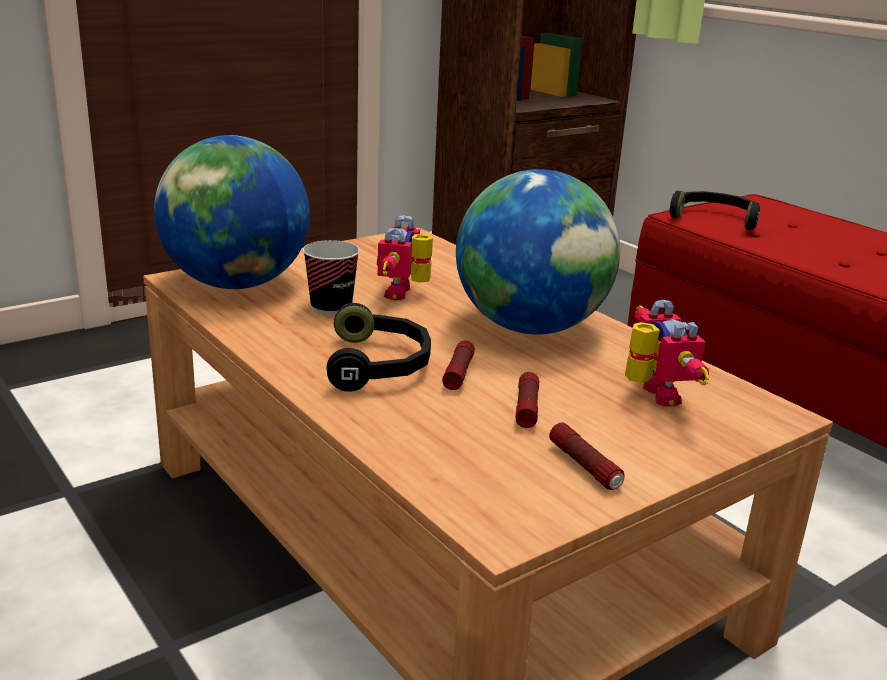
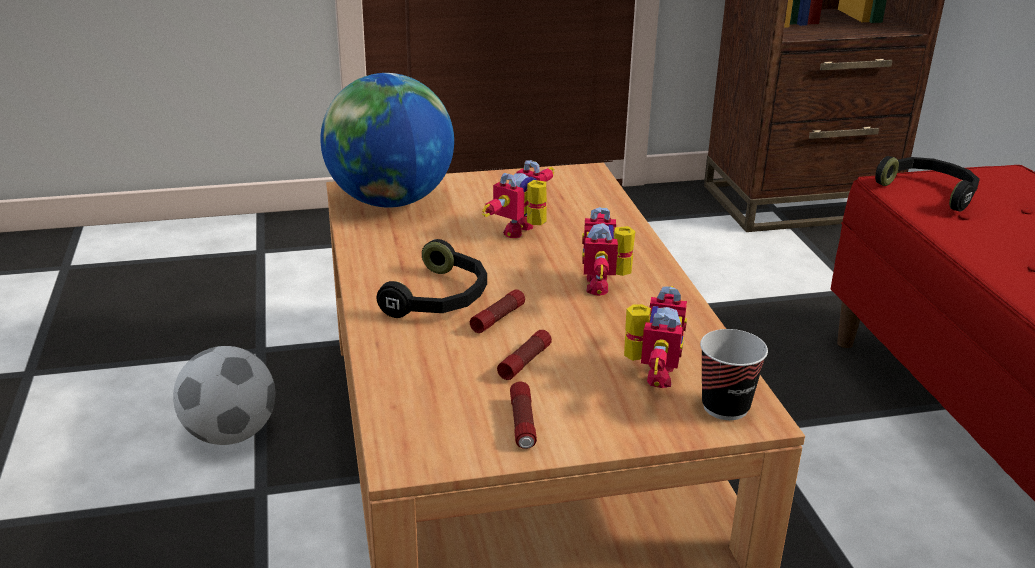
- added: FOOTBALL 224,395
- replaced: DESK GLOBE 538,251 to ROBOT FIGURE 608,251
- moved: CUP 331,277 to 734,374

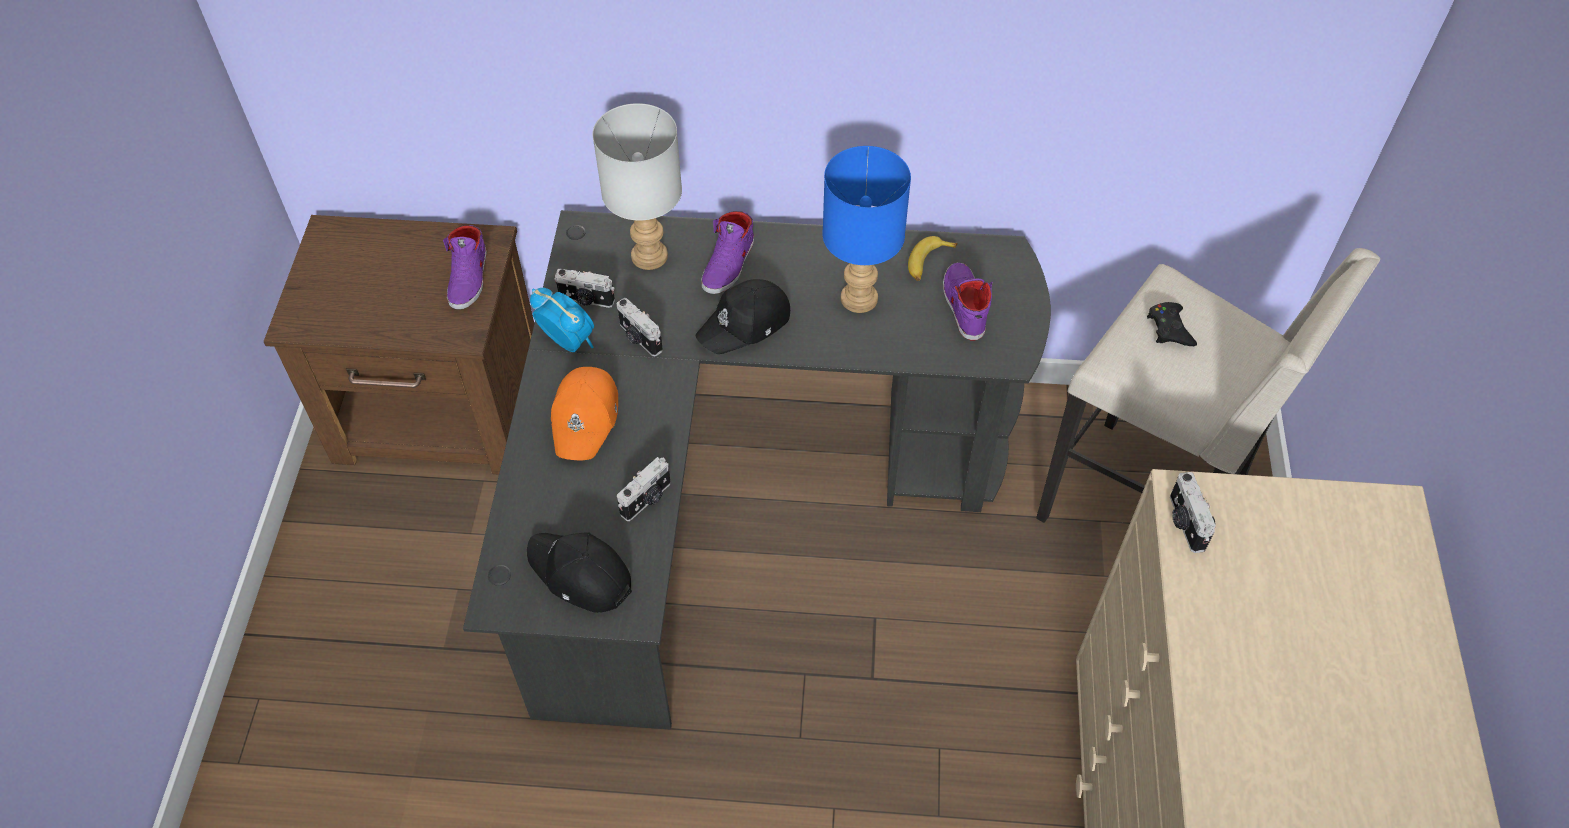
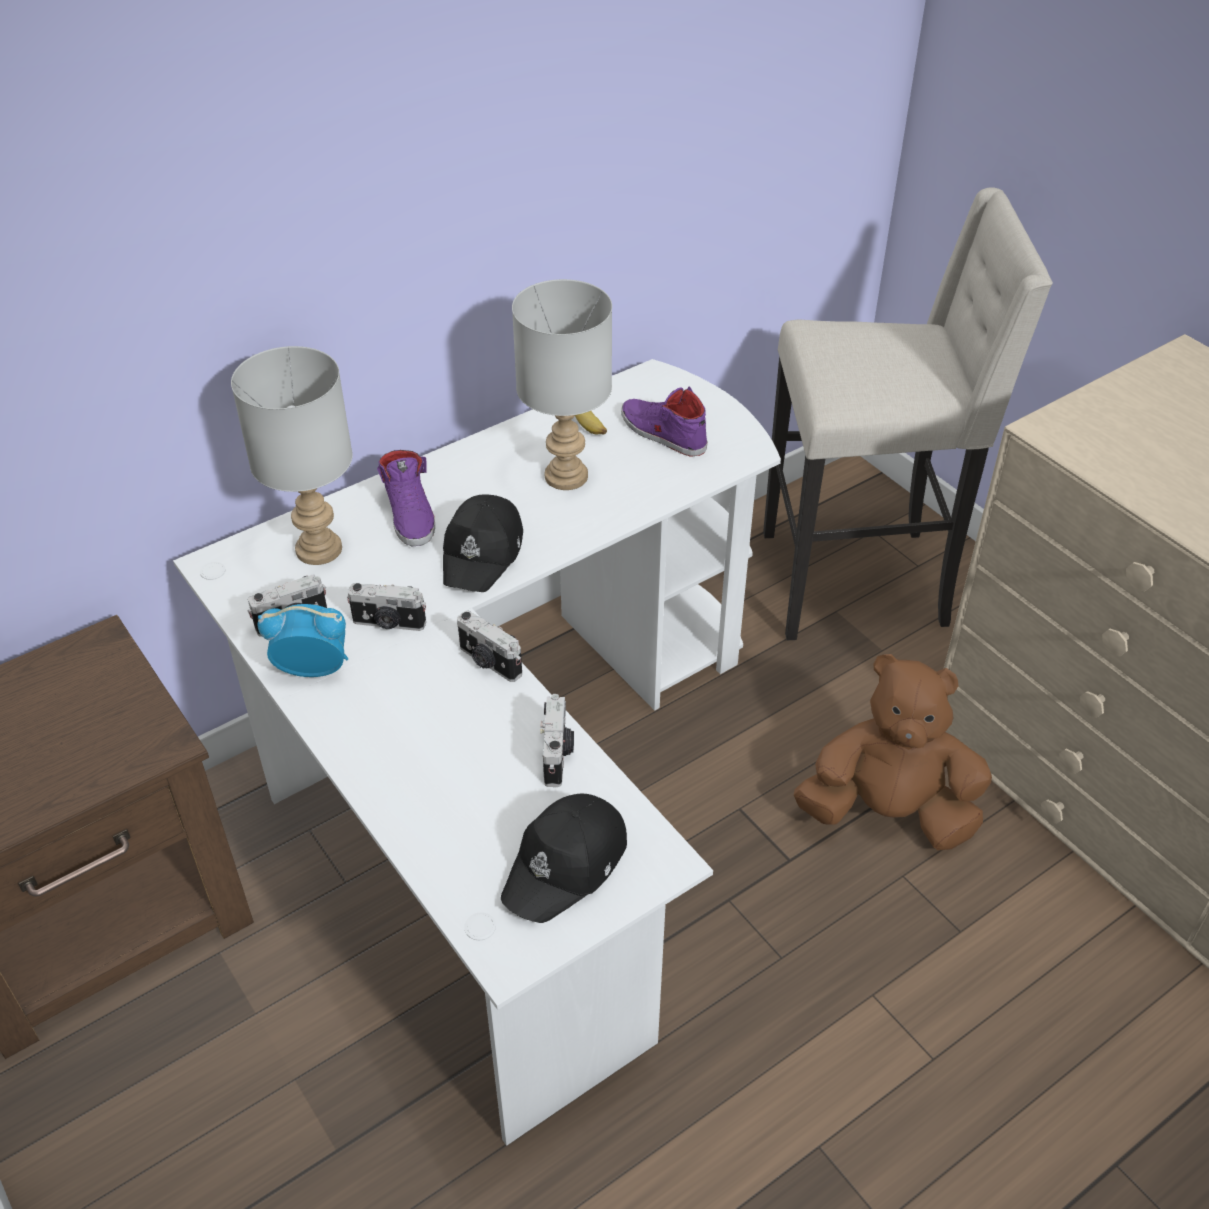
- recoloured: BLACK DESK 757,470 to WHITE DESK 477,752
- moved: STILL CAMERA 1193,512 to 489,646
- turned: BLACK PEAKED CAP 579,572 = 564,858 45 degrees counterclockwise
- recoloured: BLUISH TABLETOP LAMP 866,229 to GREY TABLETOP LAMP 562,384
- added: BROWN-COLOURED SOFT TOY 893,752
- removed: PURPLISH ITEM OF FOOTWEAR 465,267
- removed: ORANGE-COLOURED PEAKED CAP 584,414
- removed: BLACK GAME CONTROLLER 1172,324

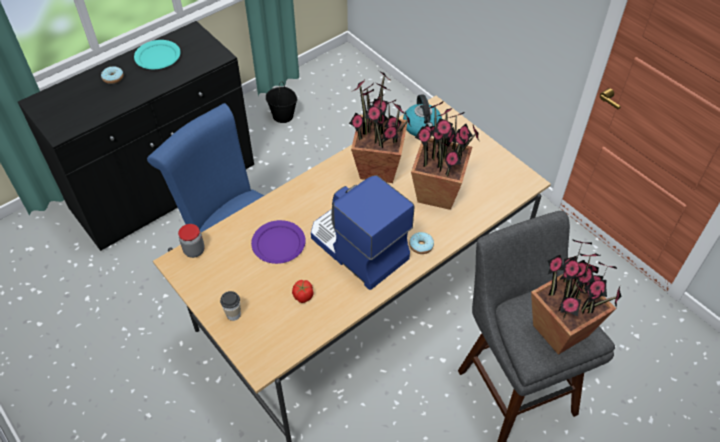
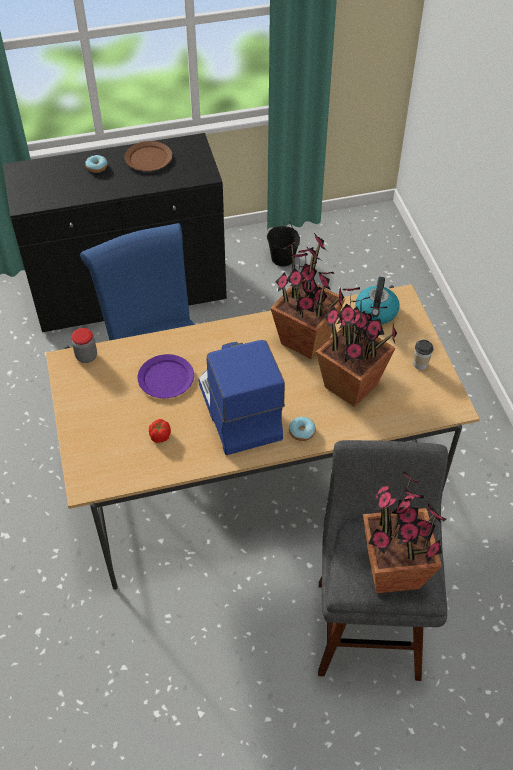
- recoloured: TURQUOISE DINNER PLATE 157,54 to BROWN-COLOURED DINNER PLATE 148,156
- moved: CUP 230,306 to 424,355

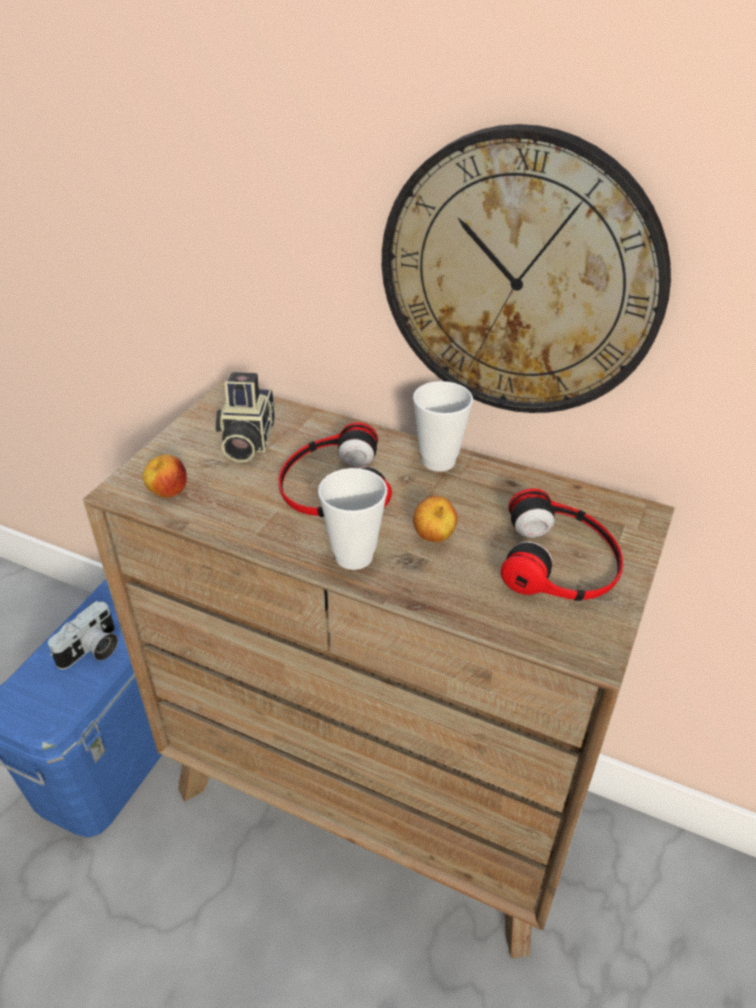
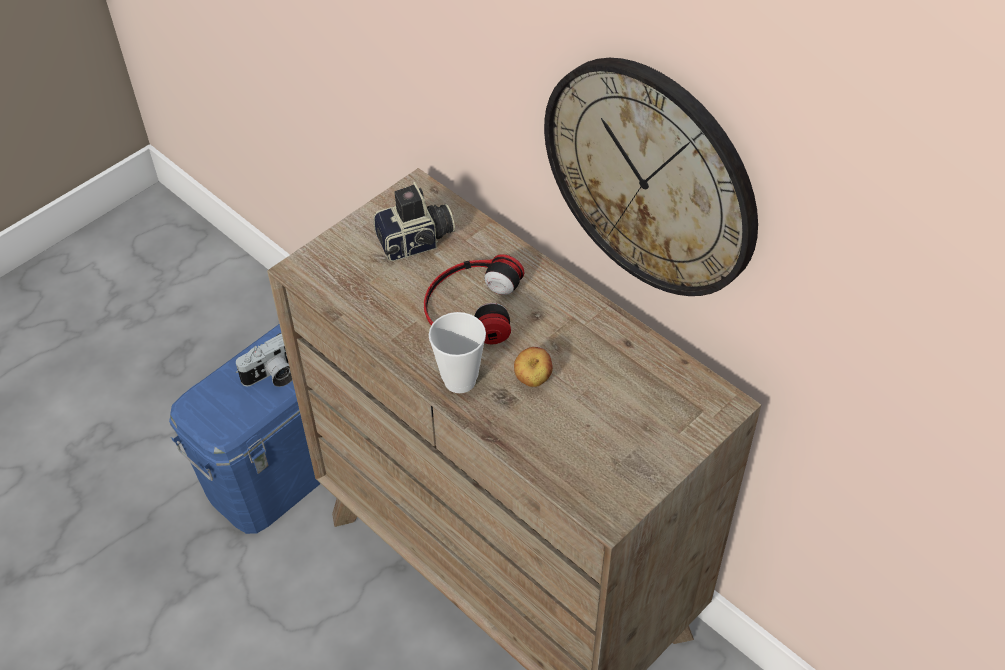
- turned: STILL CAMERA 245,417 = 414,221 135 degrees counterclockwise
- removed: APPLE 165,476
- removed: CUP 443,426
- removed: PAIR OF HEADPHONES 562,544

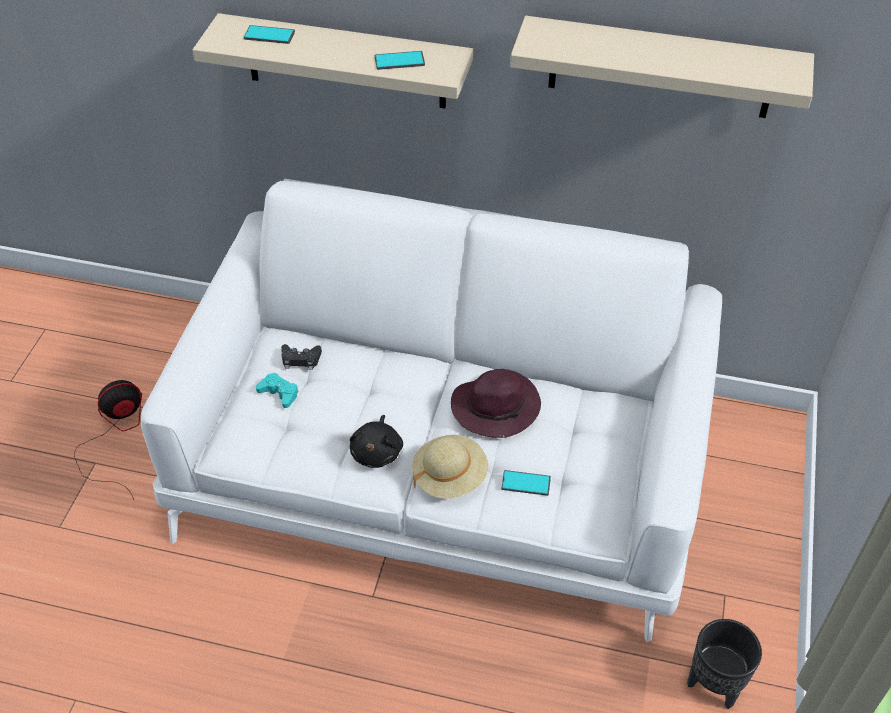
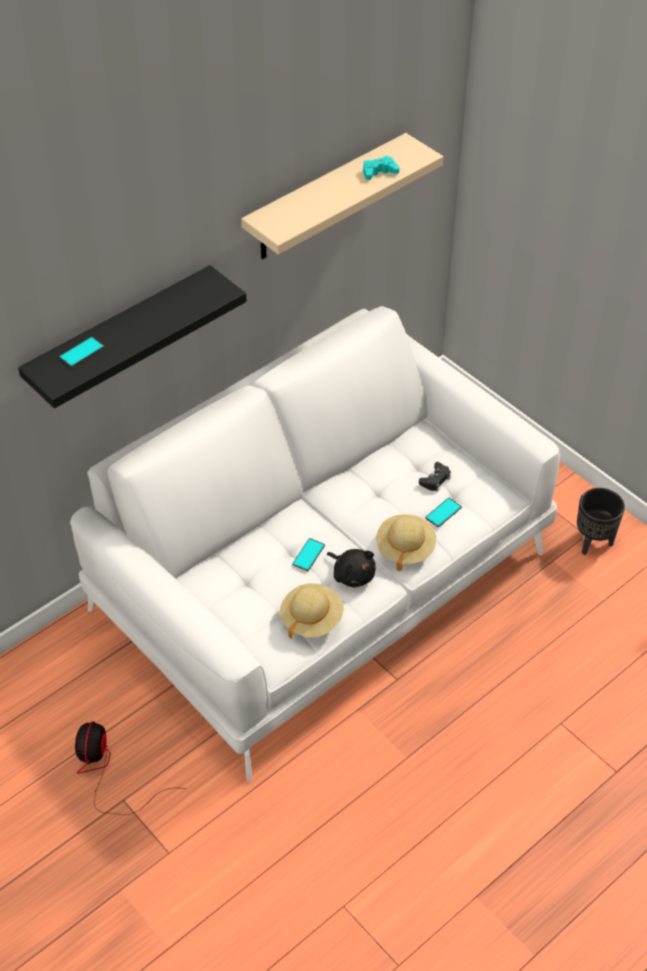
- recoloured: BEIGE WALL SHELF 333,60 to BLACK WALL SHELF 132,336
- added: BEIGE WEARABLE HAT 312,611
- moved: HANDSET 400,60 to 308,554
- moved: TURQUOISE GAME CONTROLLER 277,390 to 381,168
- moved: BLACK GAME CONTROLLER 301,357 to 435,477
- removed: PURPLISH WEARABLE HAT 496,403

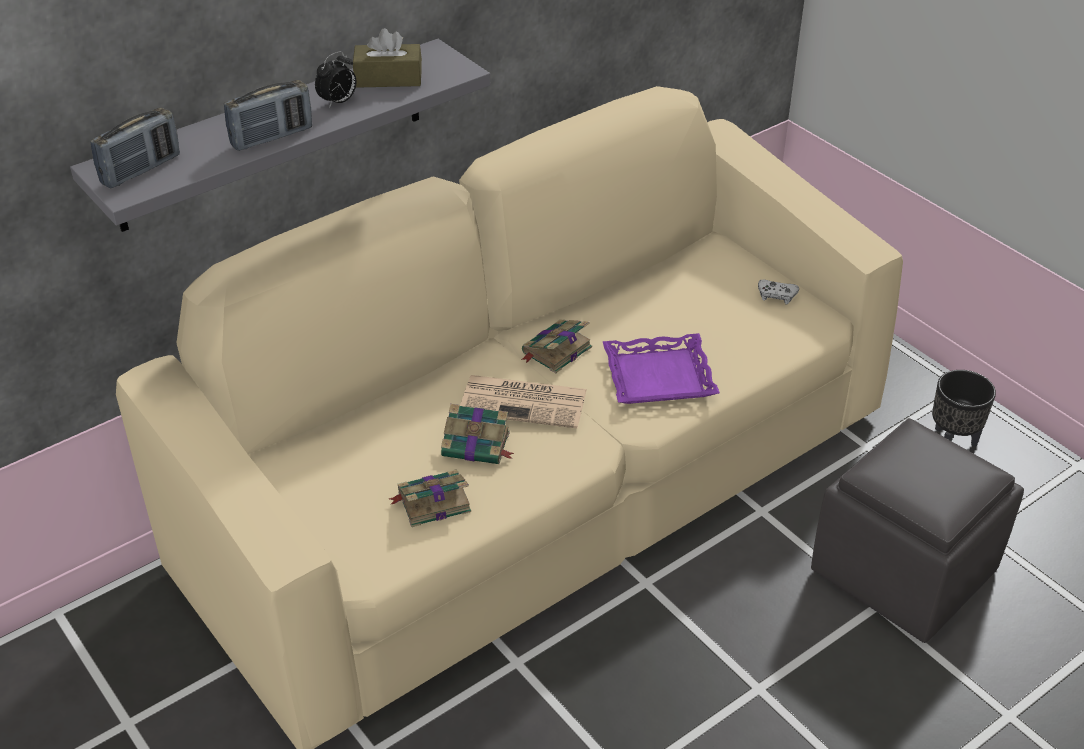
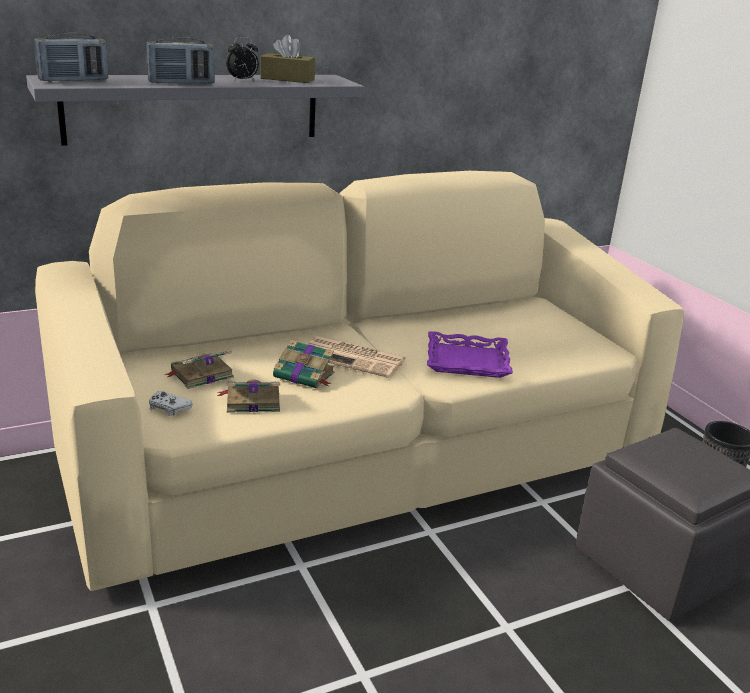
- moved: WHITE GAME CONTROLLER 778,292 to 171,403
- moved: VOLUME 556,346 to 199,370

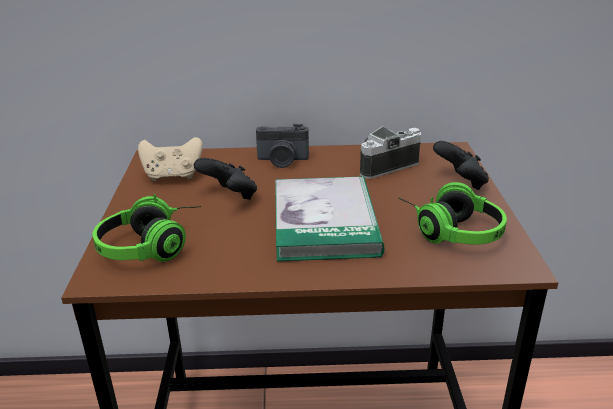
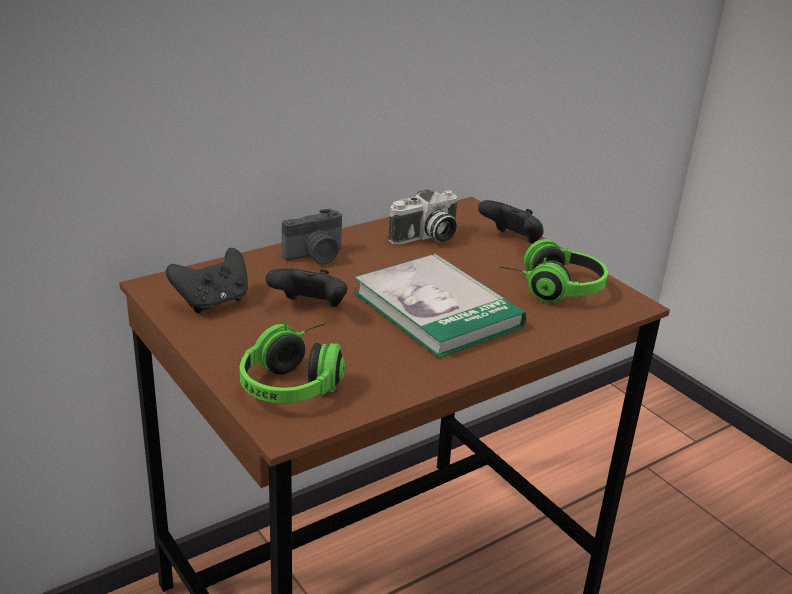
- recoloured: BEIGE GAME CONTROLLER 170,159 to BLACK GAME CONTROLLER 207,280
- turned: STILL CAMERA 390,152 = 422,217 150 degrees counterclockwise

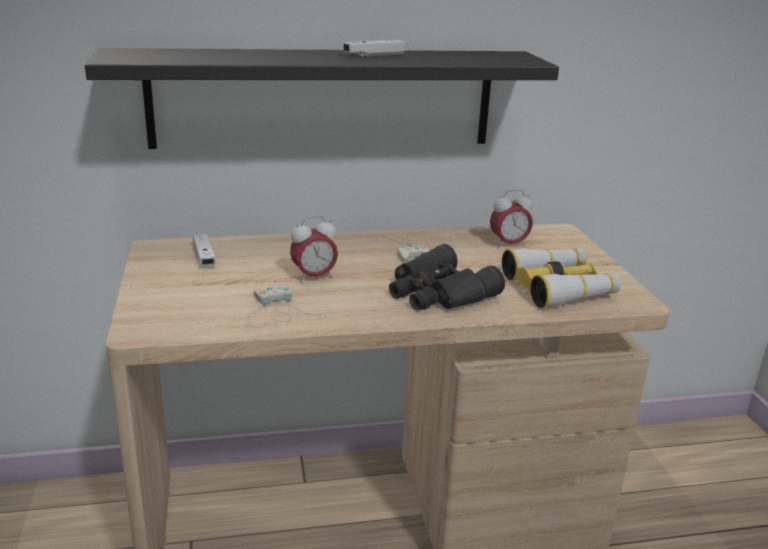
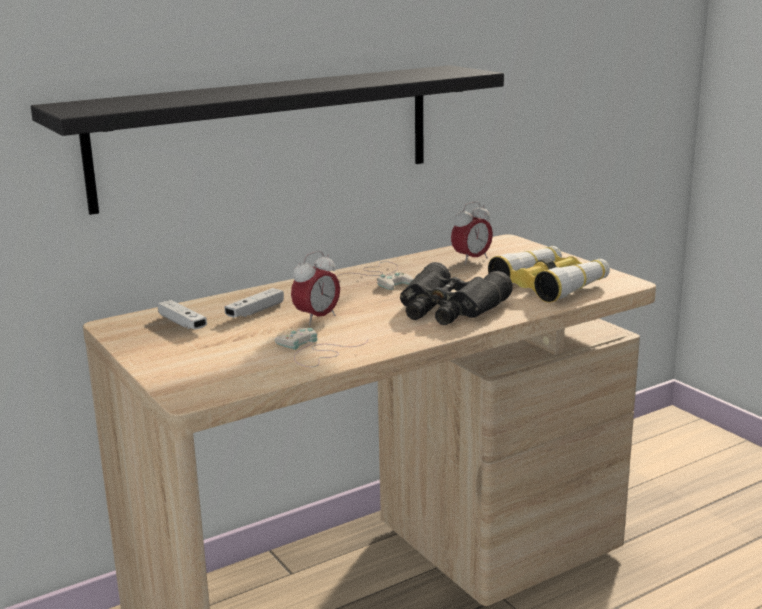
- moved: WHITE GAME CONTROLLER 374,48 to 254,303

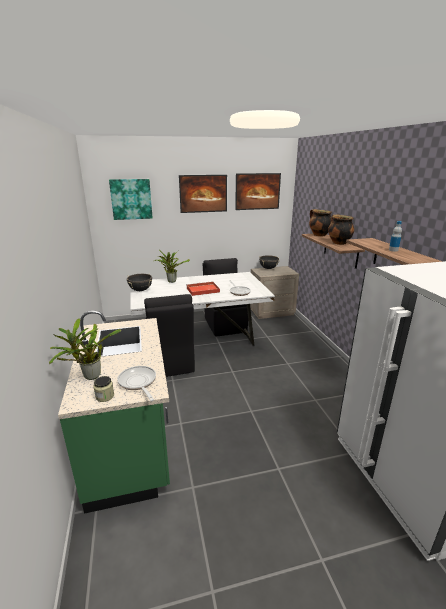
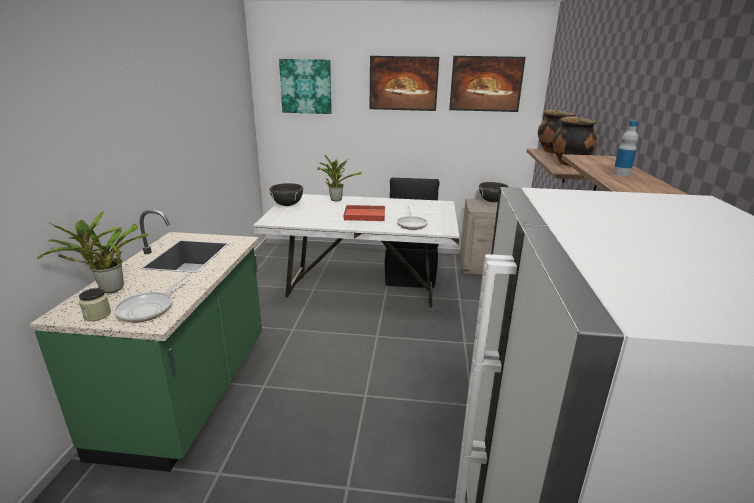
- turned: SKILLET 136,383 = 152,297 150 degrees counterclockwise
- removed: BLACK CHAIR 169,335

